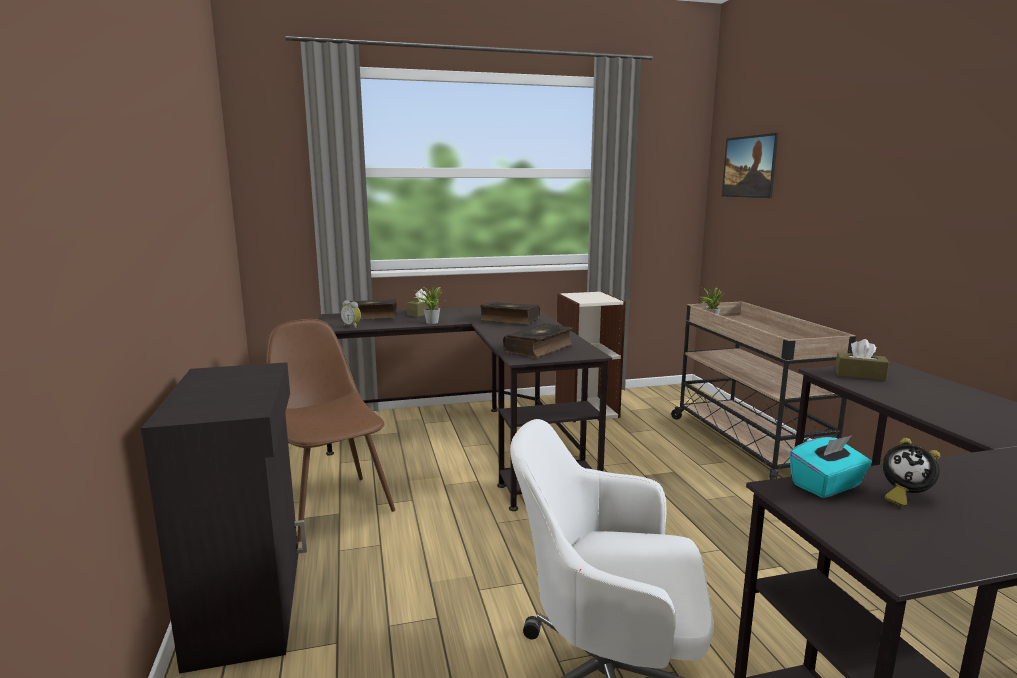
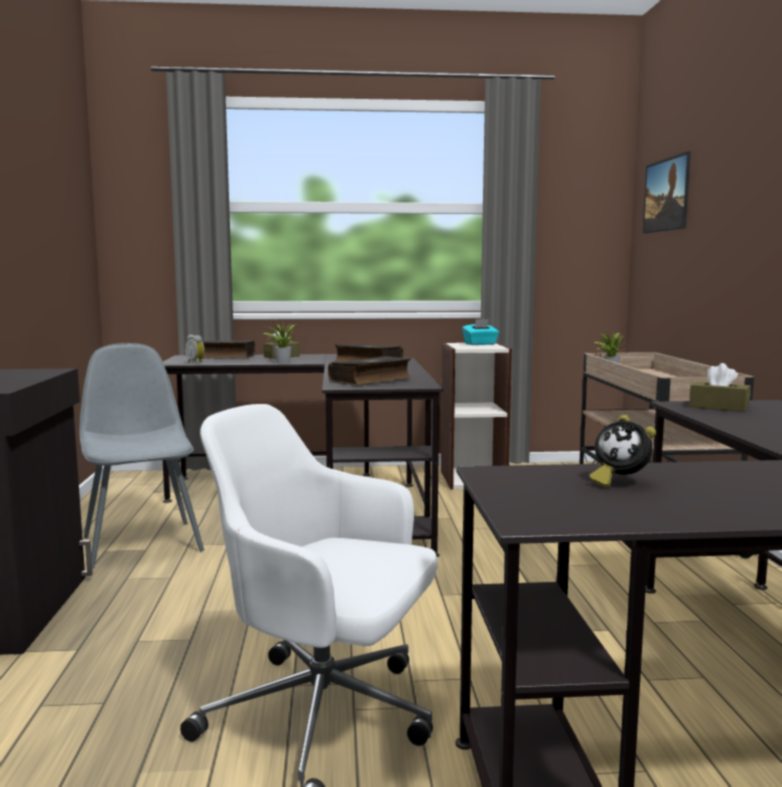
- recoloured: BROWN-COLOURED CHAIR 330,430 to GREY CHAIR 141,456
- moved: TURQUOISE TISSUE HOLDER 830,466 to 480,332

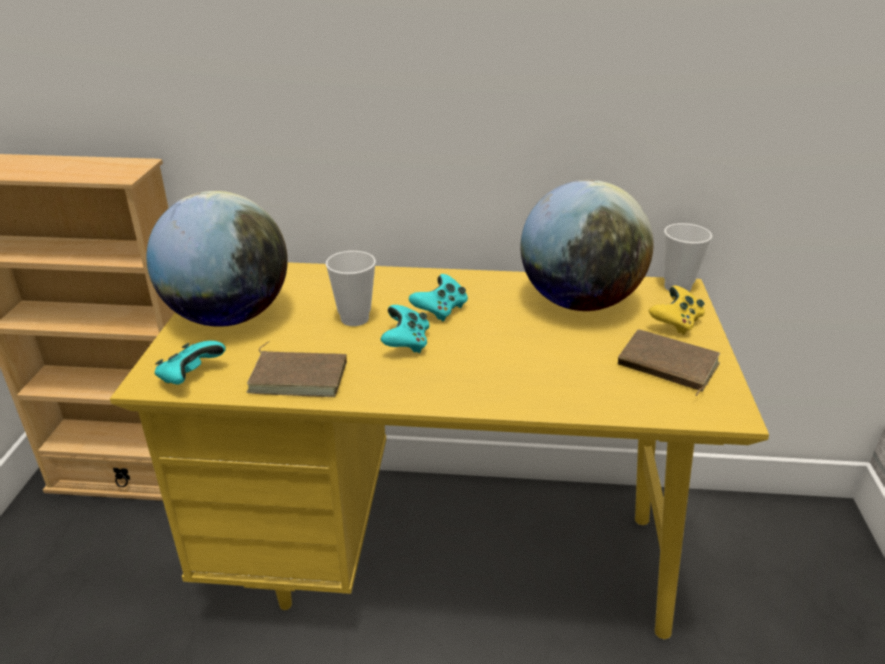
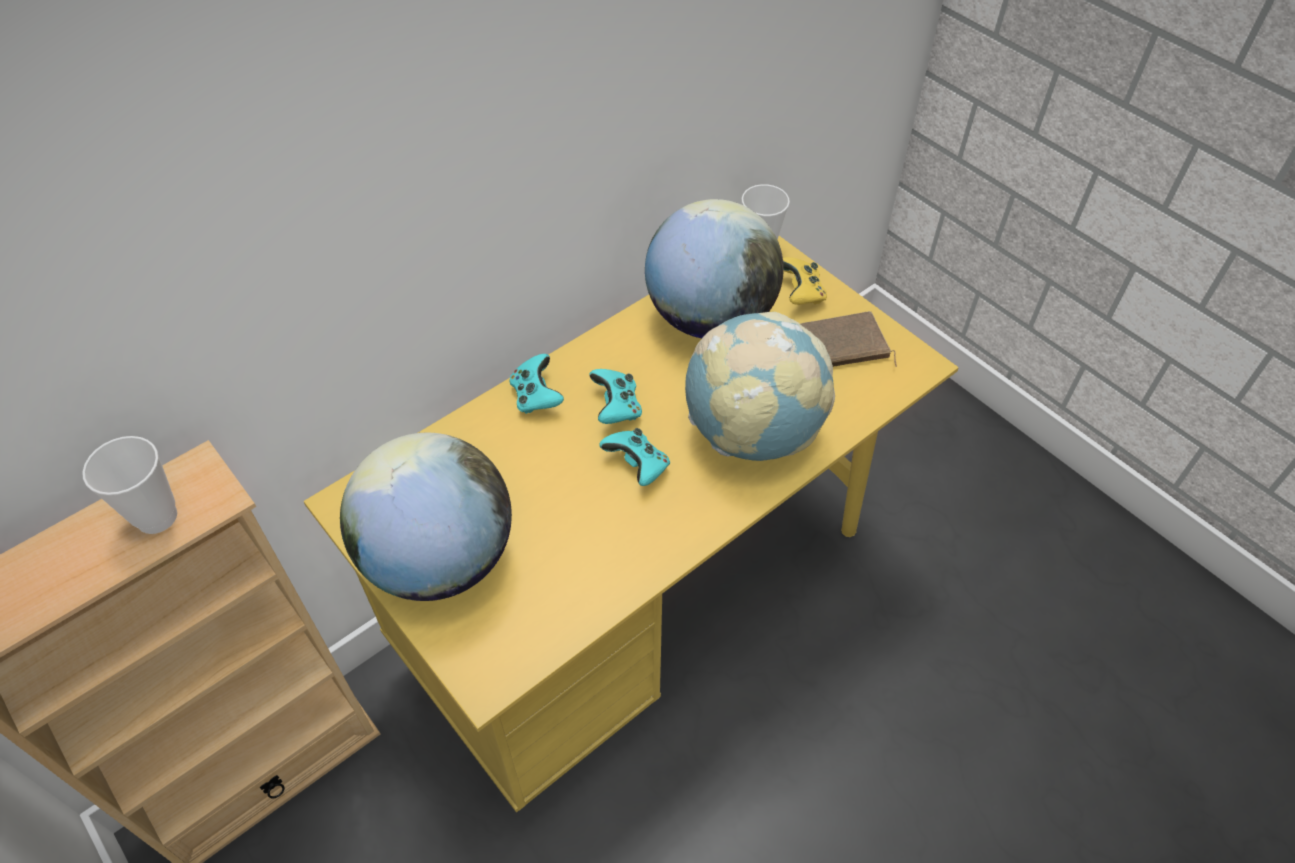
- moved: CUP 351,288 to 129,485
- moved: TURQUOISE GAME CONTROLLER 190,362 to 537,384
- added: DESK GLOBE 760,386
- removed: BROWN-COLOURED VOLUME 297,369

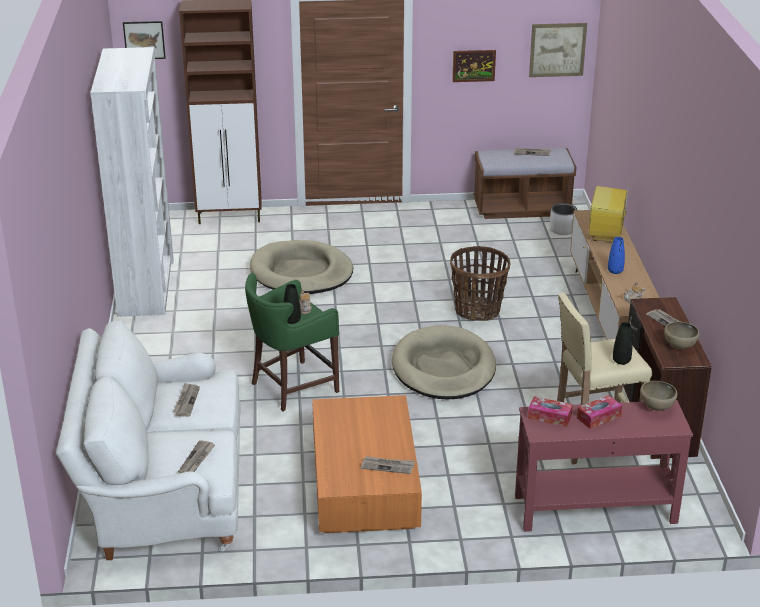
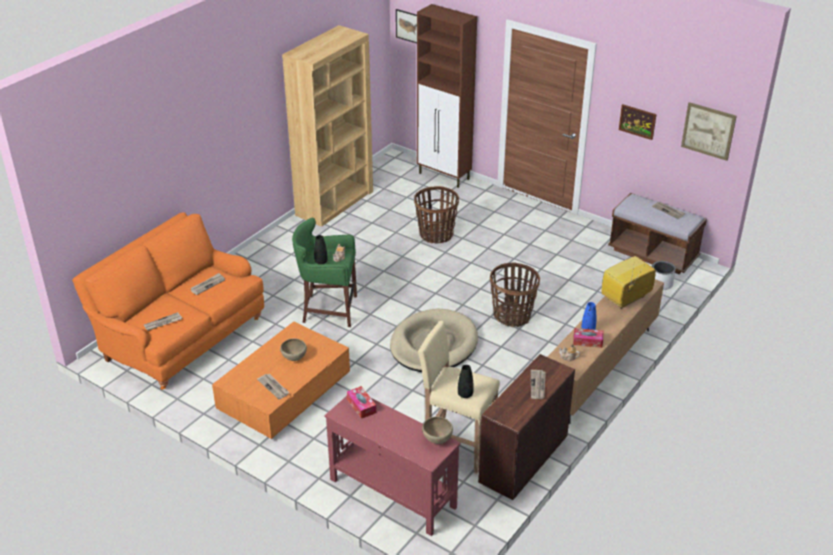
- recoloured: WHITE SETTEE 148,440 to ORANGE-COLOURED SETTEE 168,301
- moved: BROWN-COLOURED DEEP DISH 681,335 to 293,349
- recoloured: WHITE BOOKSHELF 132,182 to BROWN-COLOURED BOOKSHELF 327,126
- replaced: BEIGE DOG CUSHION 301,267 to BASKET 436,214
- moved: TISSUE HOLDER 599,412 to 588,338

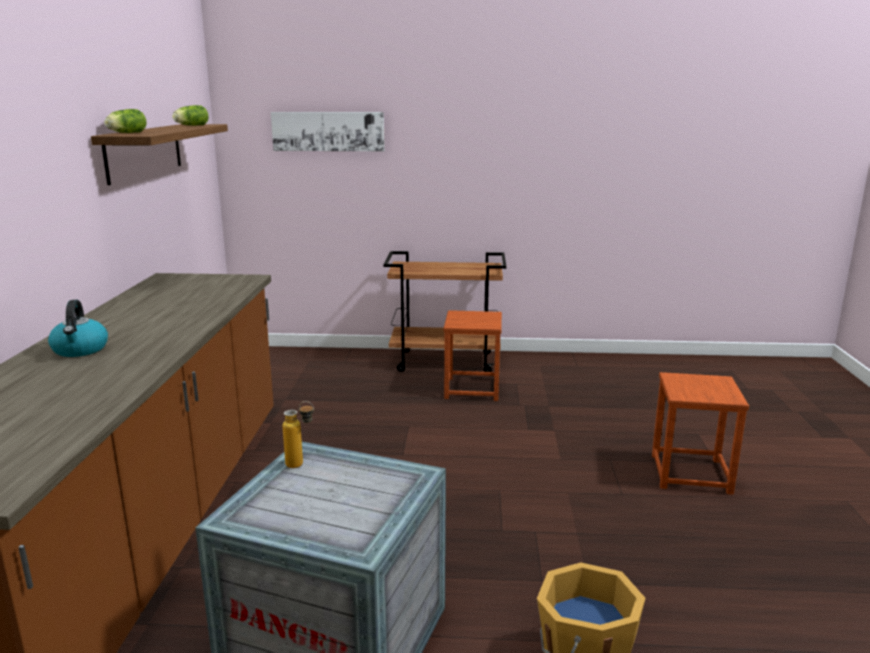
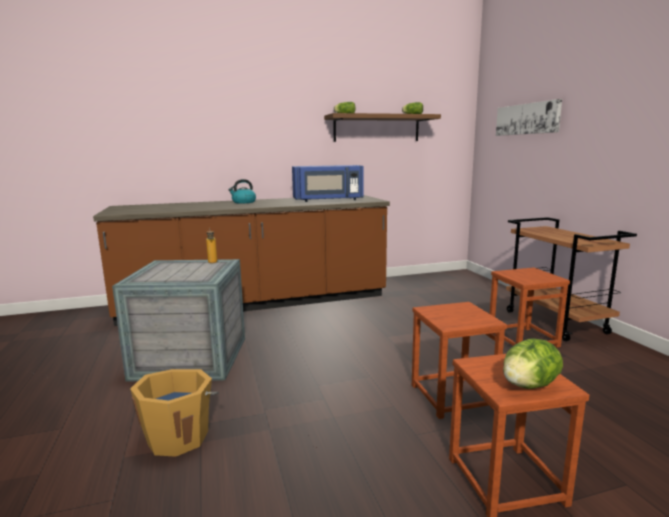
- added: BLUISH MICROWAVE 327,183
- added: BROWN-COLOURED STOOL SEAT 459,360
- added: HEAD OF LETTUCE 533,363

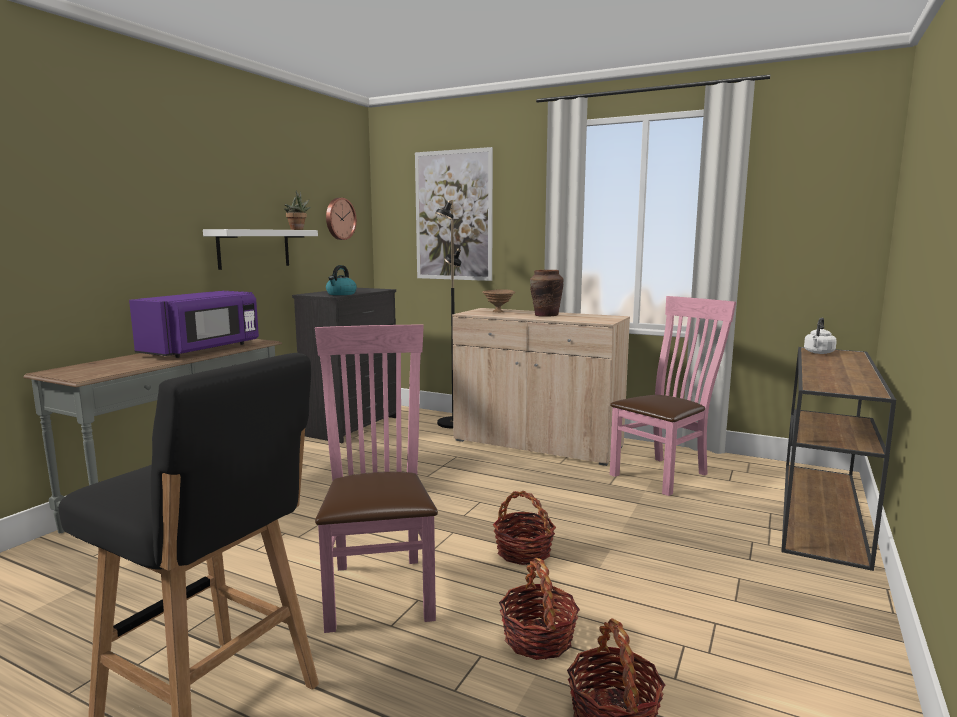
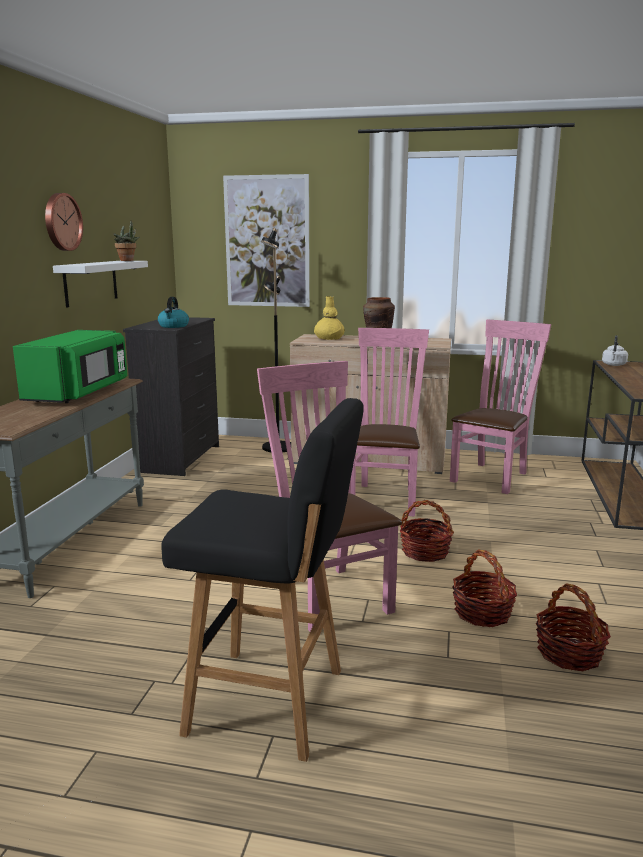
- recoloured: PURPLISH MICROWAVE 194,324 to GREEN-COLOURED MICROWAVE 70,366
- moved: HANGING CLOCK 341,219 to 64,222
- replaced: BROWN-COLOURED DEEP DISH 498,300 to YELLOW-COLOURED VASE 329,318
- added: PINK CHAIR 390,422

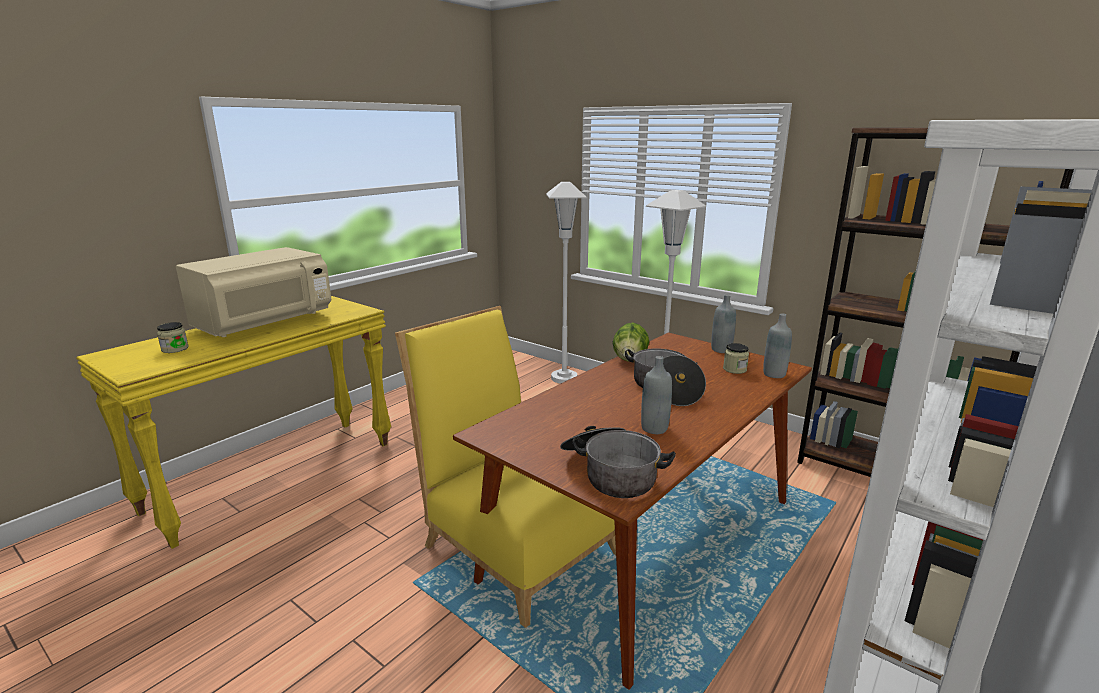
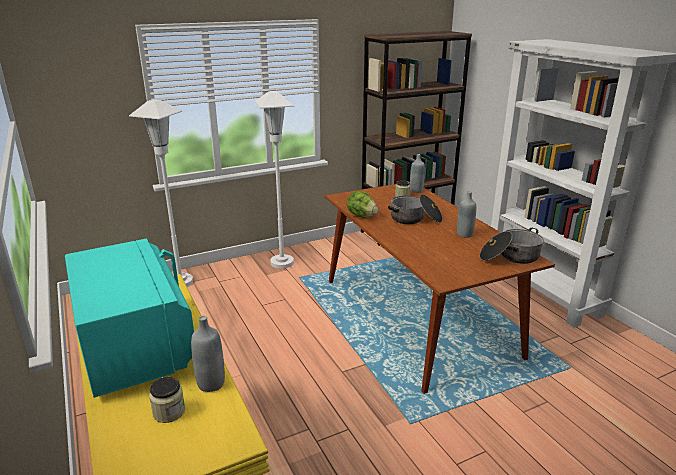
- recoloured: BEIGE MICROWAVE 253,292 to TURQUOISE MICROWAVE 129,318
- moved: GREY BOTTLE 723,324 to 208,354
- removed: YELLOW-COLOURED CHAIR 505,467

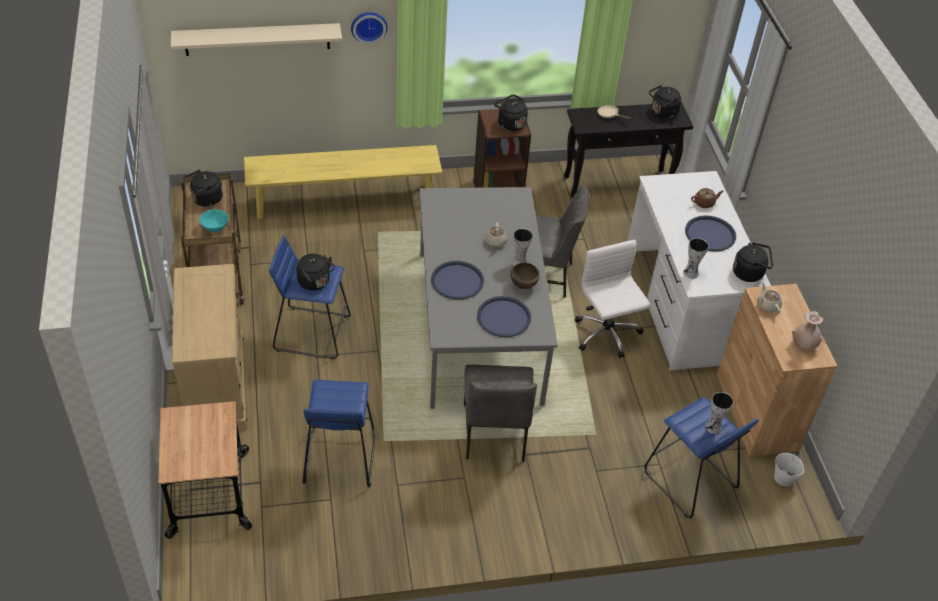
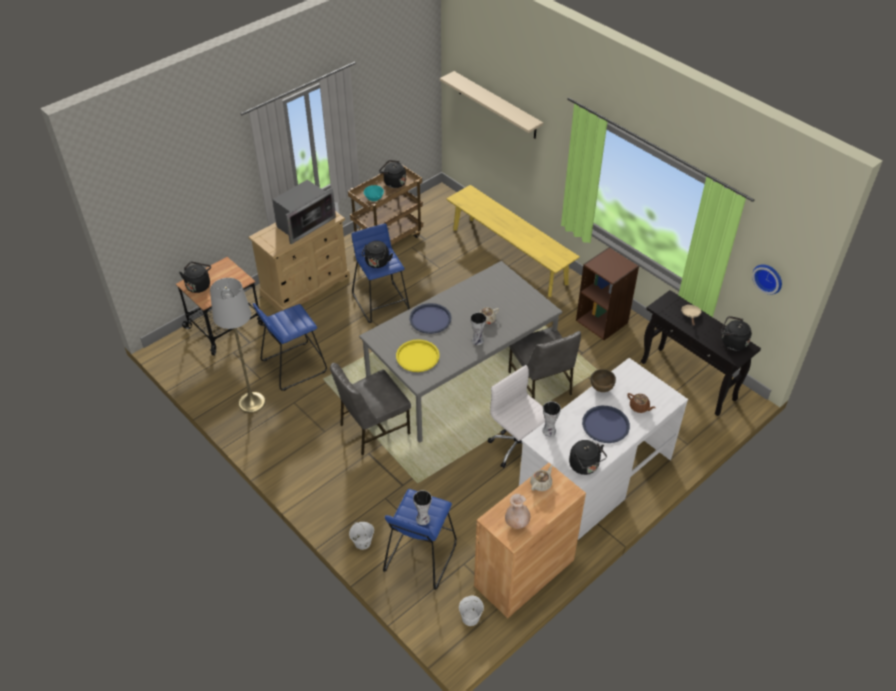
- moved: BLACK KETTLE 511,113 to 195,277
- added: GREY STANDING LAMP 238,345
- added: MICROWAVE 304,212
- added: WHITE WATER BUCKET 361,536
- recoloured: BLUISH CARRYING TRAY 504,316 to YELLOW-COLOURED CARRYING TRAY 418,355
- turned: WHITE COMPUTER CHAIR 613,299 = 516,416 75 degrees counterclockwise
- moved: BROWN-COLOURED DEEP DISH 525,275 to 603,380
- moved: HANGING CLOCK 369,28 to 767,279

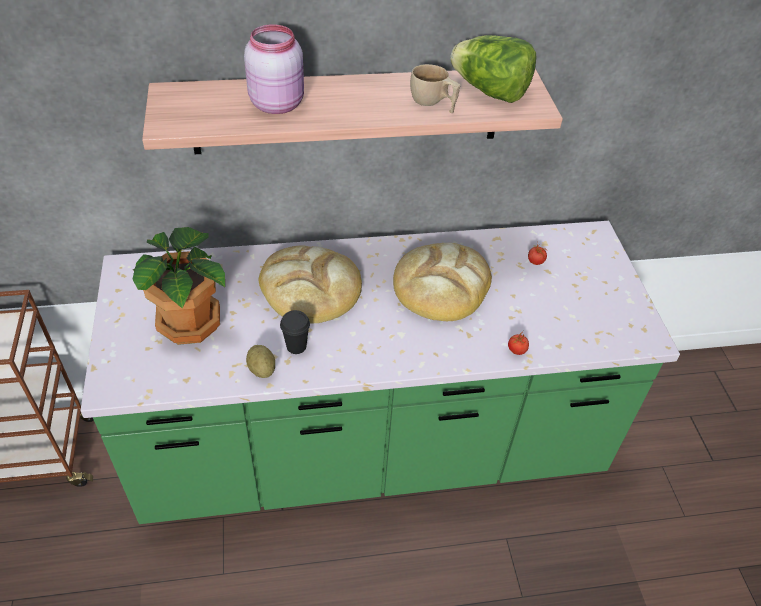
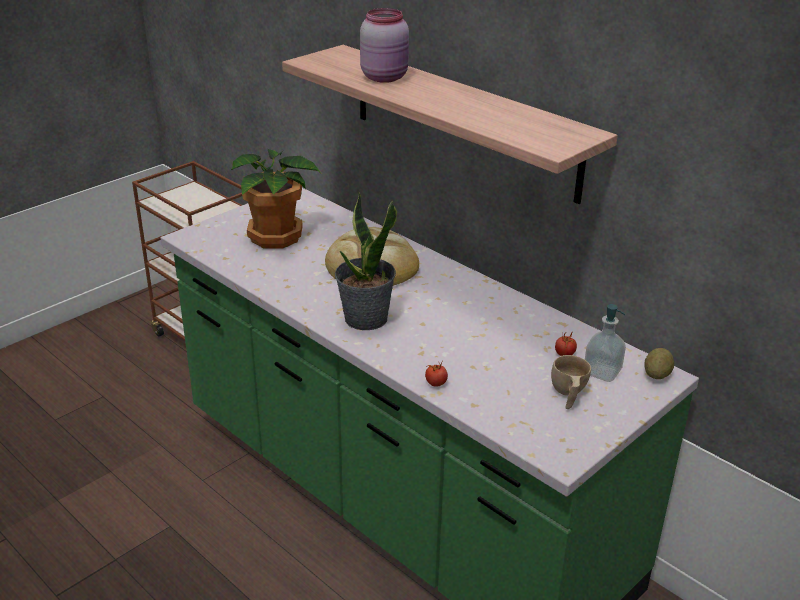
- added: POTTED PLANT 366,261
- moved: BEIGE CUP 435,88 to 571,382
- added: SOAP BOTTLE 605,343
- moved: WHOLE POTATO 260,361 to 659,363
- removed: BLACK CUP 295,332
- removed: BAKED BREAD 442,282
- removed: HEAD OF LETTUCE 493,69

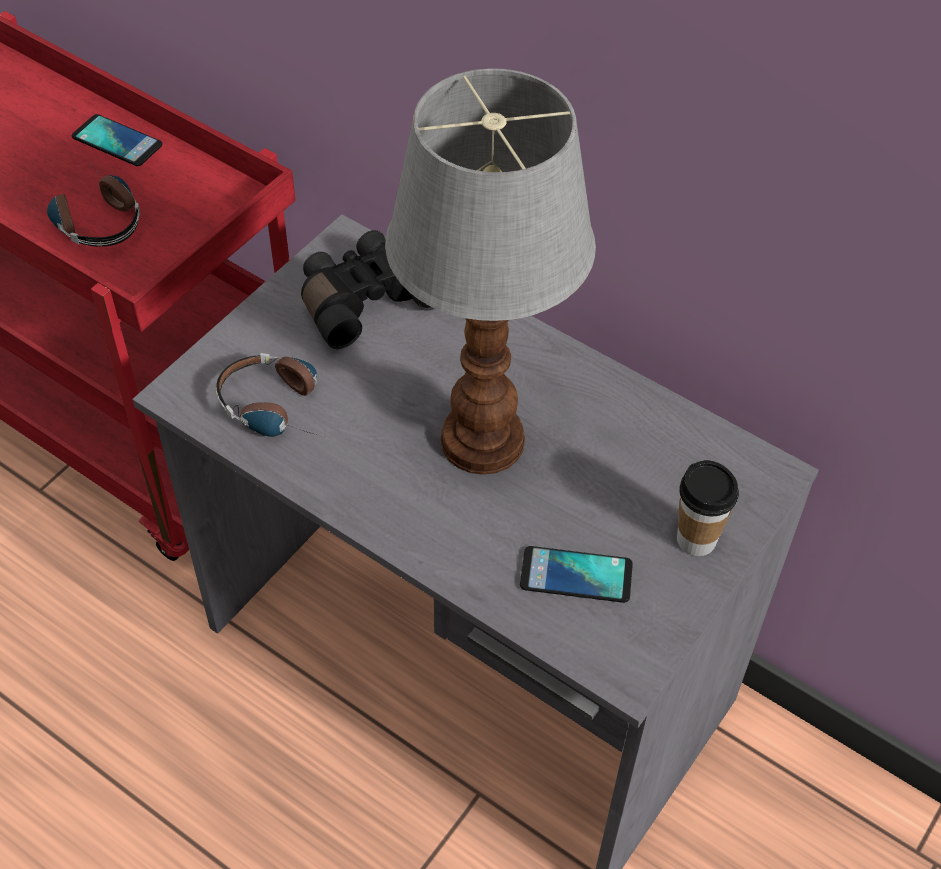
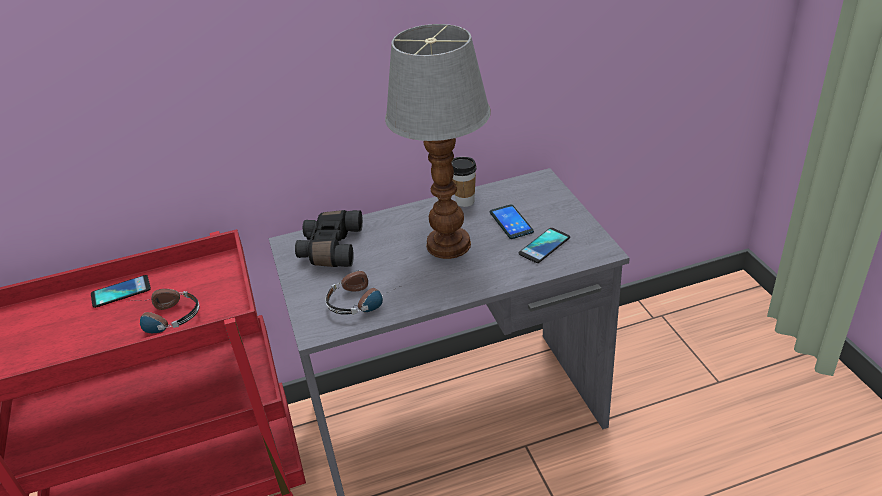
- moved: CUP 708,508 to 464,182
- added: HANDSET 512,221

